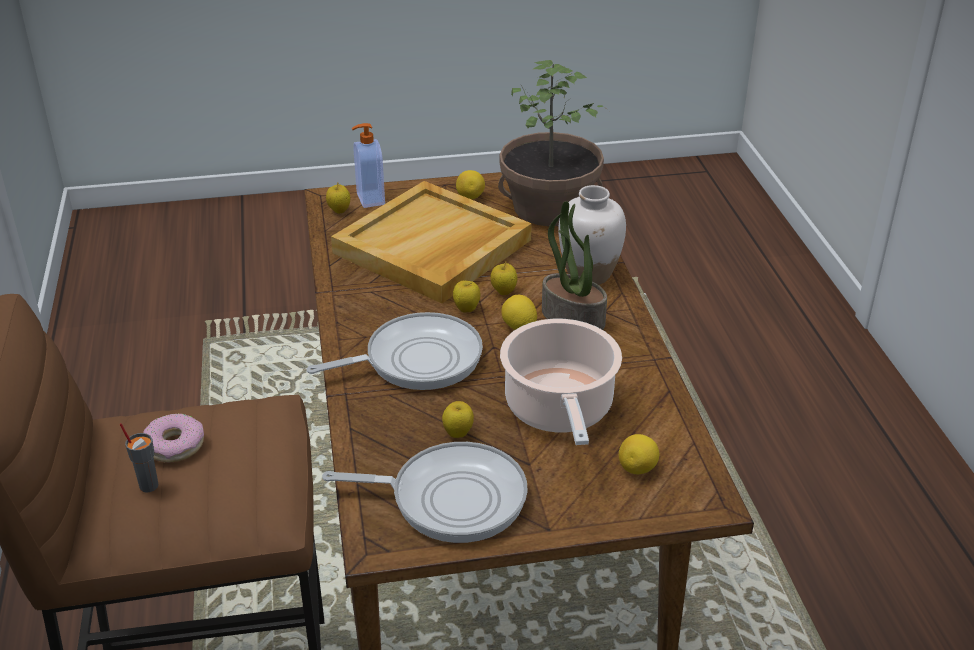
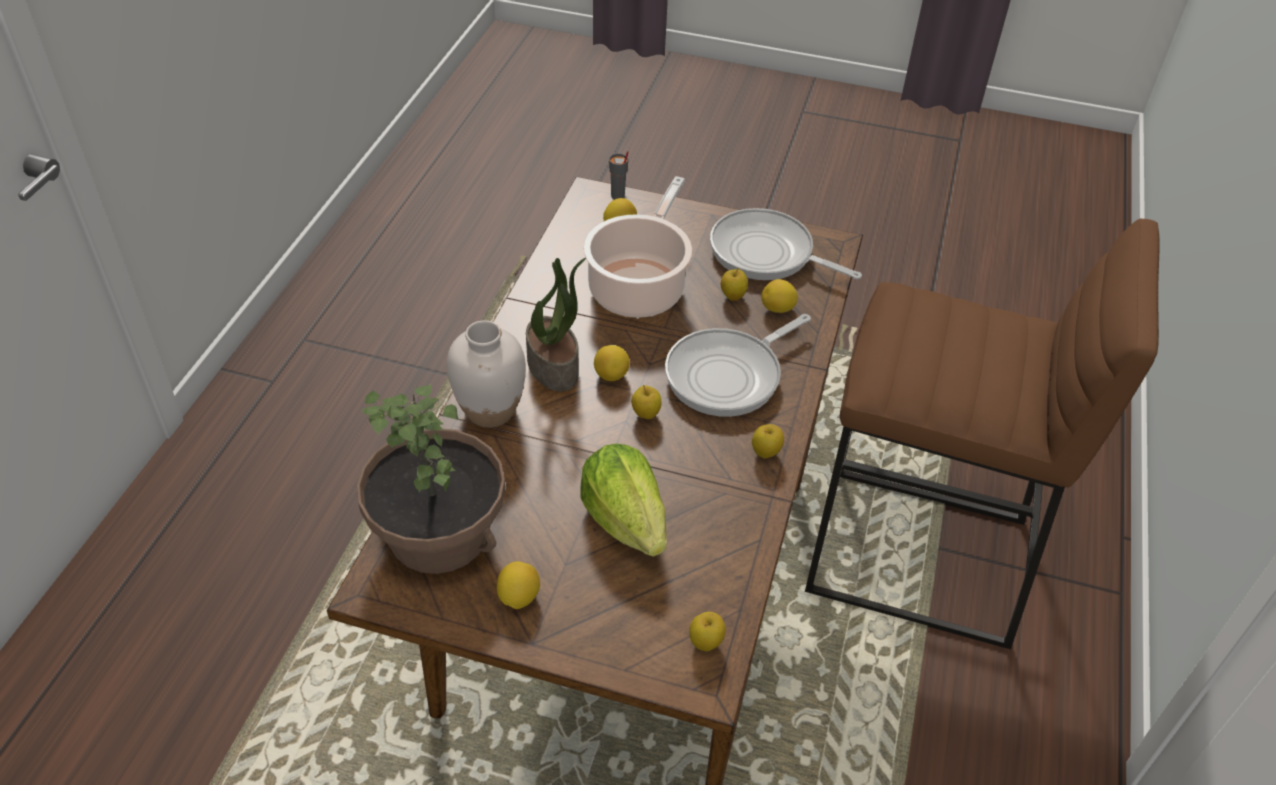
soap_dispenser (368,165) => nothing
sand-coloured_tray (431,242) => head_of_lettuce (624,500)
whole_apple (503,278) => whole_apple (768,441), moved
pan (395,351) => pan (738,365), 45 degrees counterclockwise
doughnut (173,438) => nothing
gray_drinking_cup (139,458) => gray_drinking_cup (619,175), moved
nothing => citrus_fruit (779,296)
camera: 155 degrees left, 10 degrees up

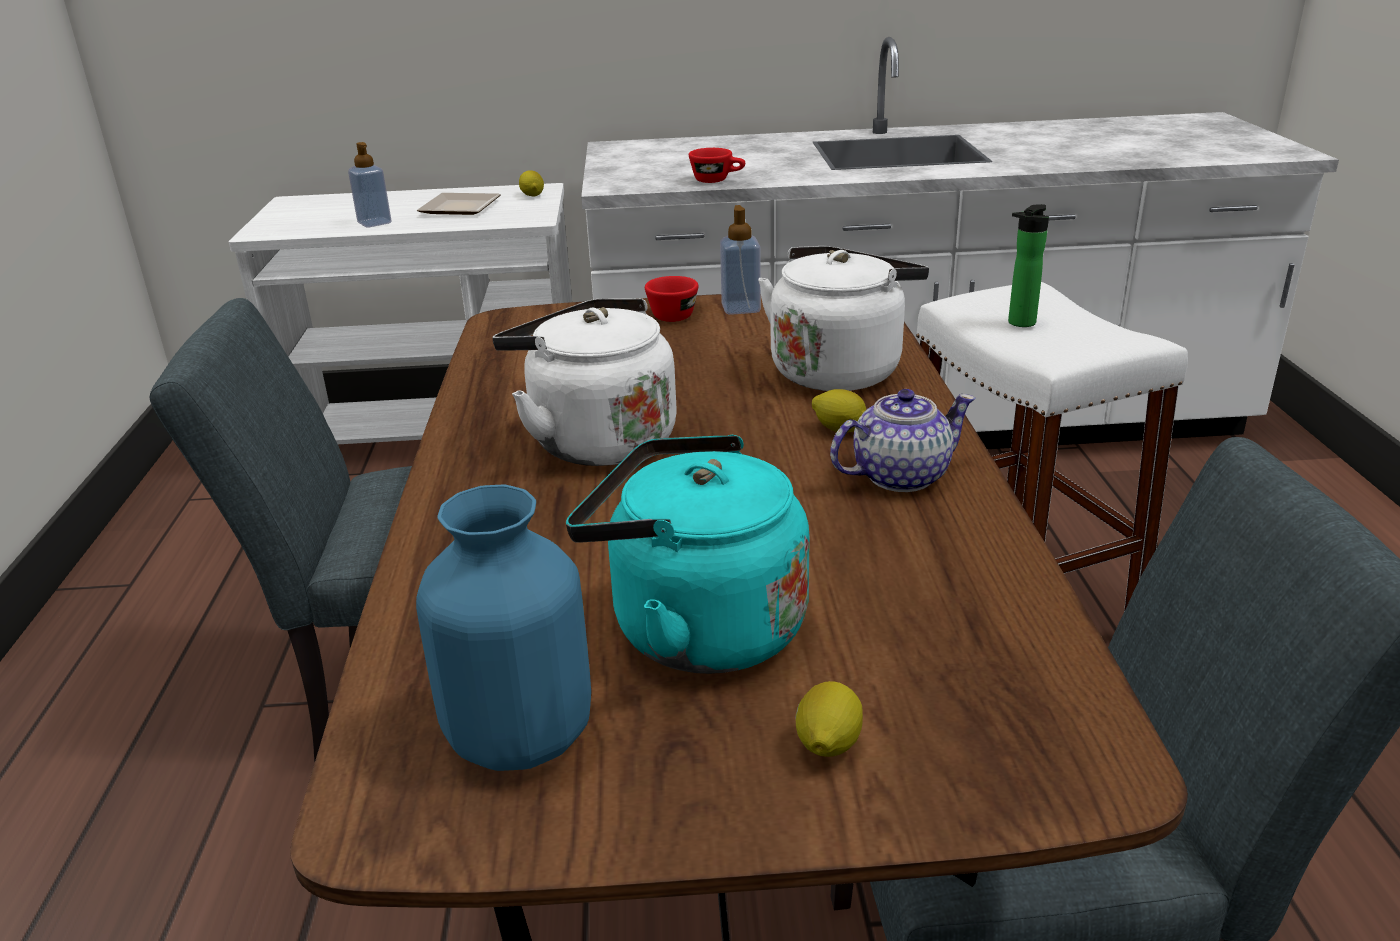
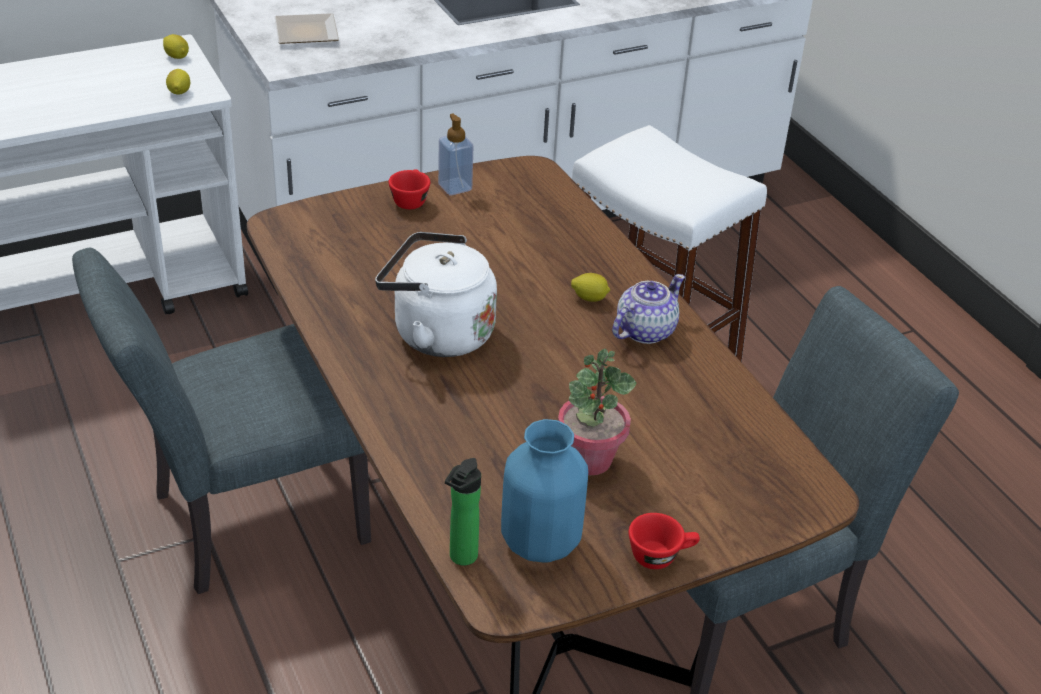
soap_dispenser (370,184) => nothing
red-coloured_drinking_cup (717,165) => red-coloured_drinking_cup (664,541), moved
dinner_plate (459,204) => dinner_plate (307,28), moved
bottle (1028,265) => bottle (463,512), moved
white_tea_kettle (843,318) => nothing
turquoise-coloured_tea_kettle (688,554) => potted_plant (597,411)
citrus_fruit (829,719) => citrus_fruit (178,82), moved
camera: 25 degrees left, 10 degrees up

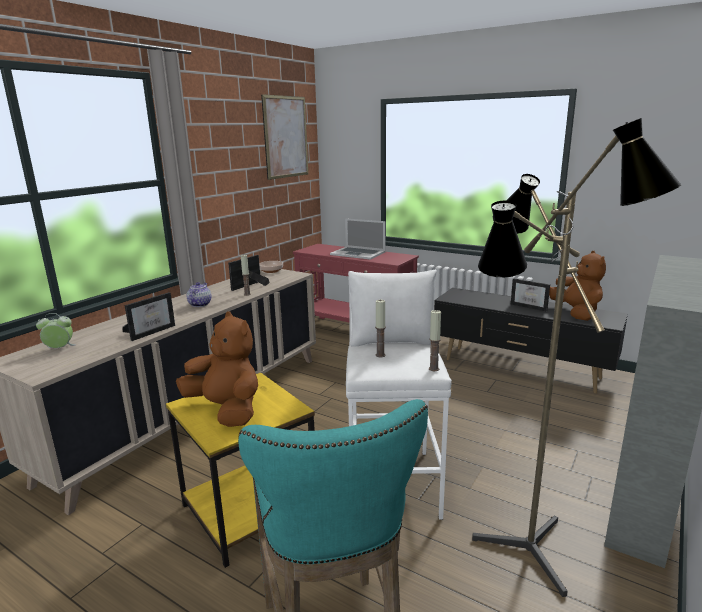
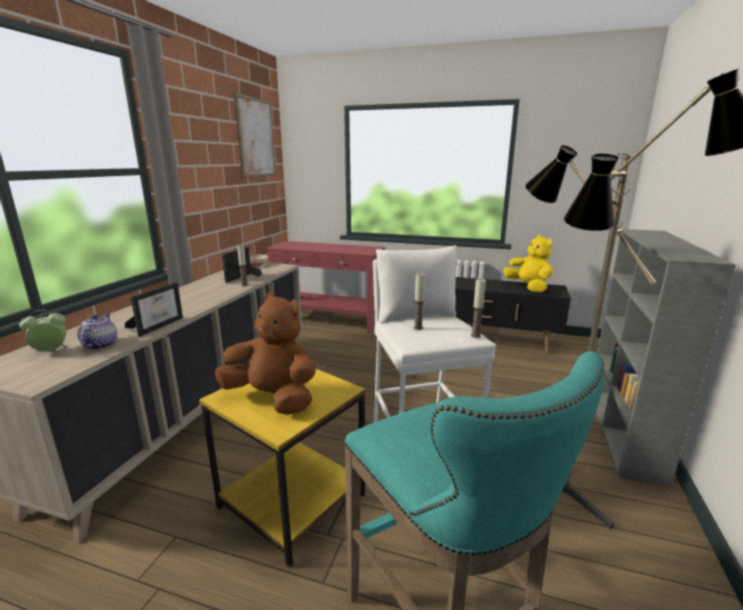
notebook_computer (358,239) => nothing
brown_plush_toy (577,286) => yellowish_plush_toy (528,264)
photo_frame (530,295) => nothing
teapot (199,294) => teapot (97,332), moved
camera: 15 degrees left, 0 degrees up

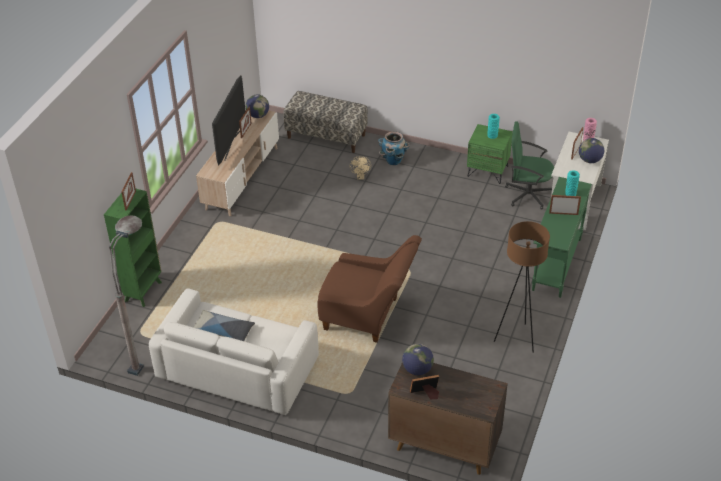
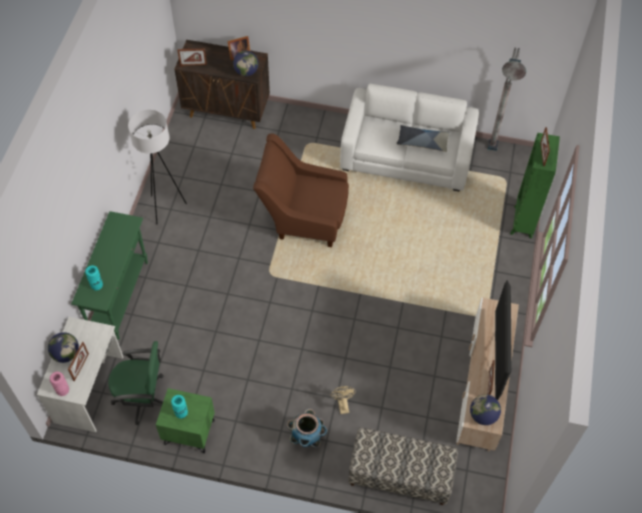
photo_frame (565,205) => photo_frame (192,57), moved
brown_standard_lamp (522,287) => white_standard_lamp (157,167)
camera: 170 degrees right, 15 degrees up

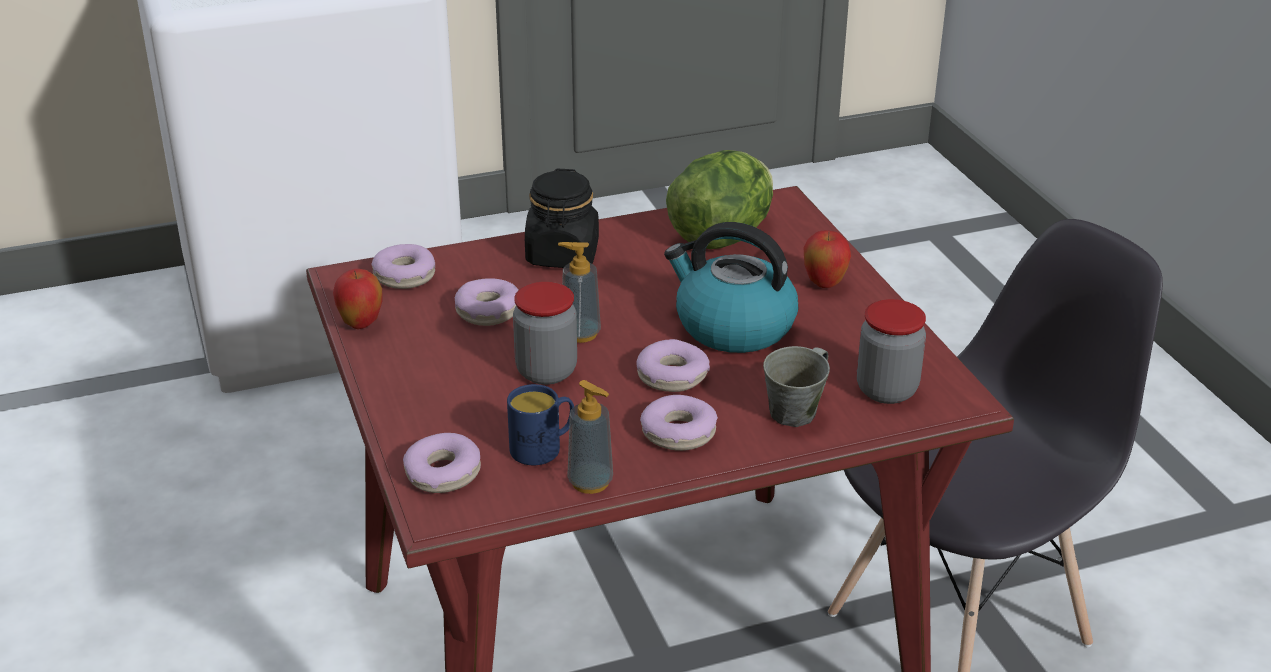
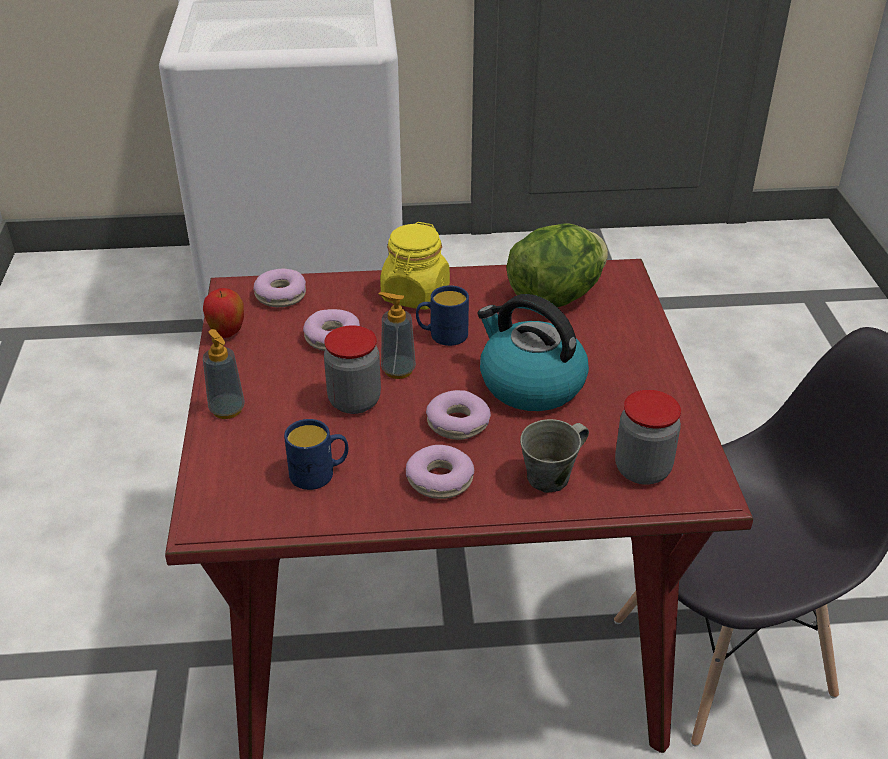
black-coloured_preserve_jar (562,218) => yellowish_preserve_jar (415,266)
whole_apple (827,259) => nothing
soap_dispenser (590,437) => soap_dispenser (224,374), moved
doughnut (442,463) => nothing
nothing => blue-coloured_tea_mug (442,315)
camera: 15 degrees right, 5 degrees up

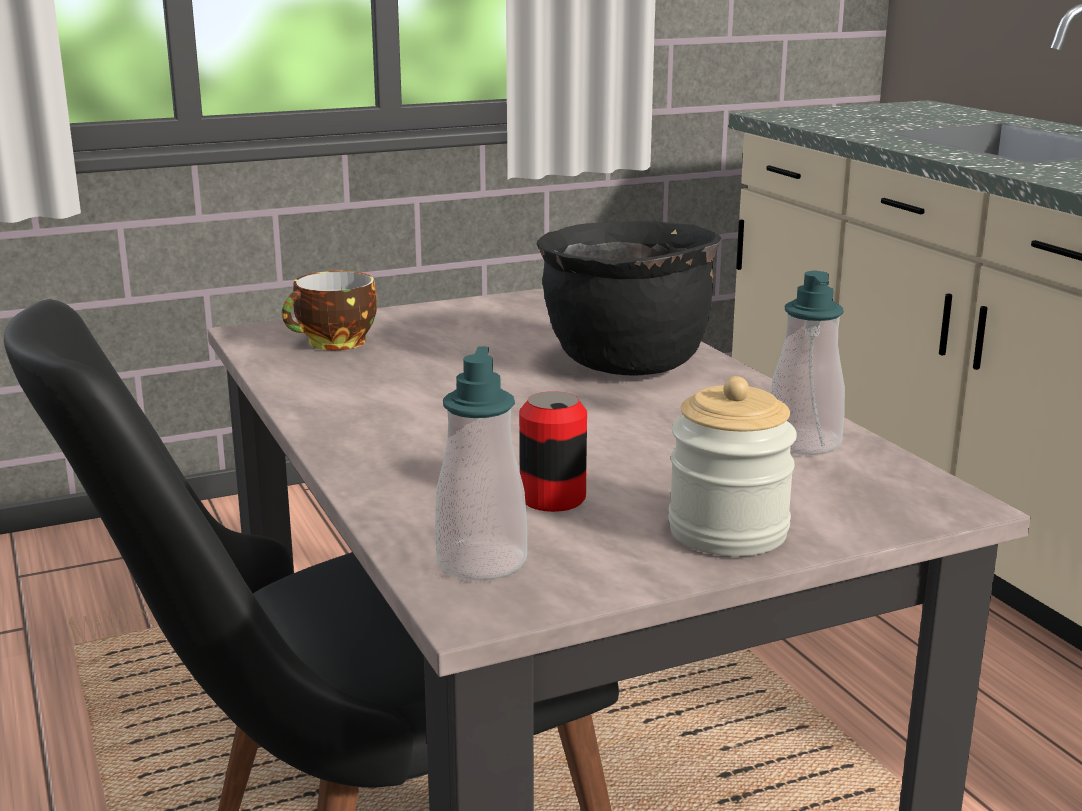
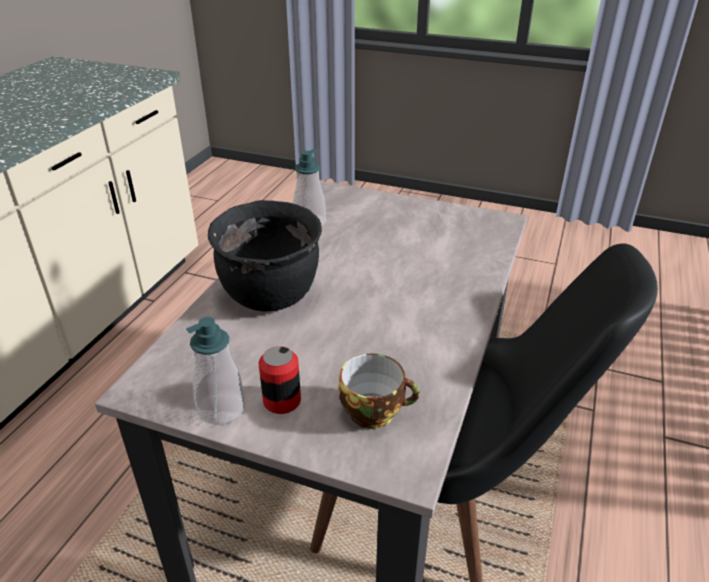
soap_dispenser (481,463) => soap_dispenser (215,371), moved
preserve_jar (732,466) => nothing
metal_can (553,451) => metal_can (280,380), moved
camera: 135 degrees left, 15 degrees up

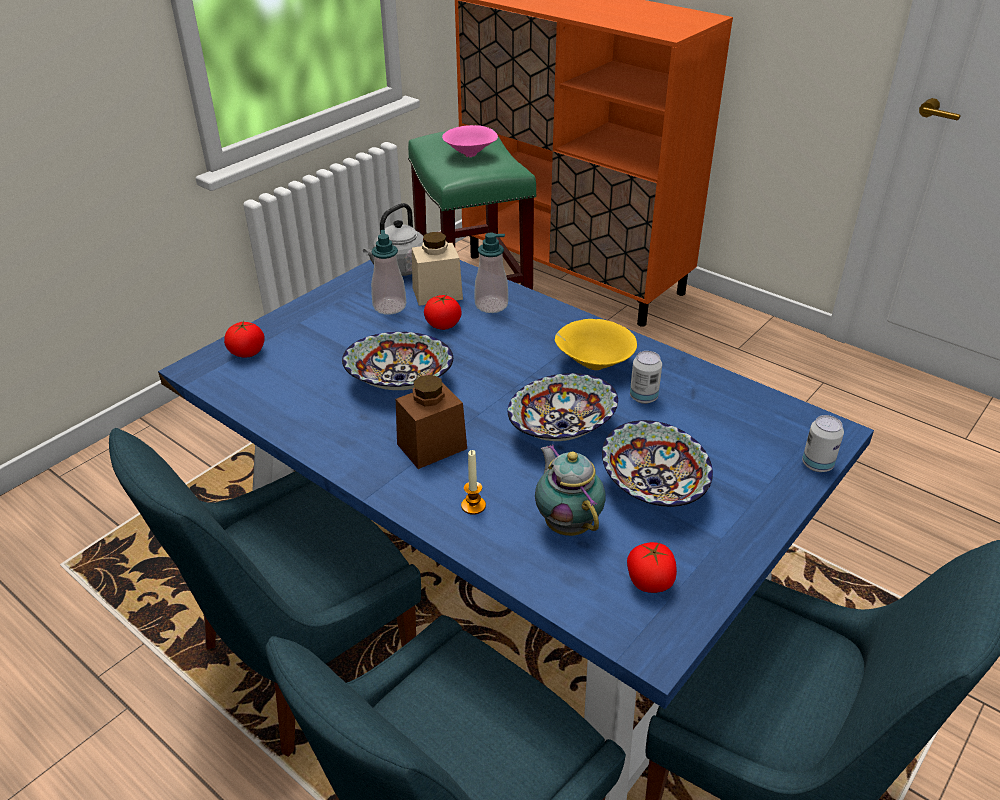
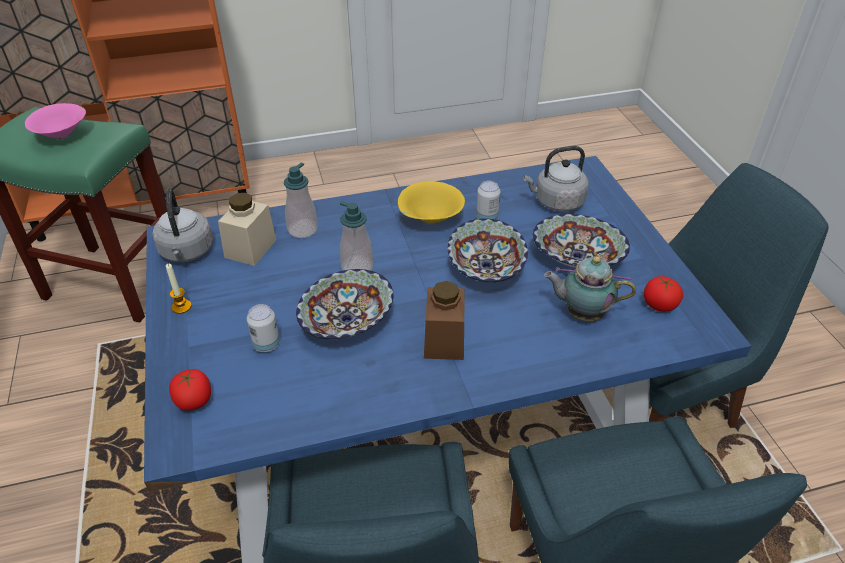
soap_dispenser (388,272) => soap_dispenser (357,236), moved
tomato (443,312) => nothing
metal_can (823,443) => metal_can (263,328), moved
wax_light (473,482) => wax_light (179,289), moved
nothing => gray_tea_kettle (556,179)
camera: 55 degrees left, 5 degrees up

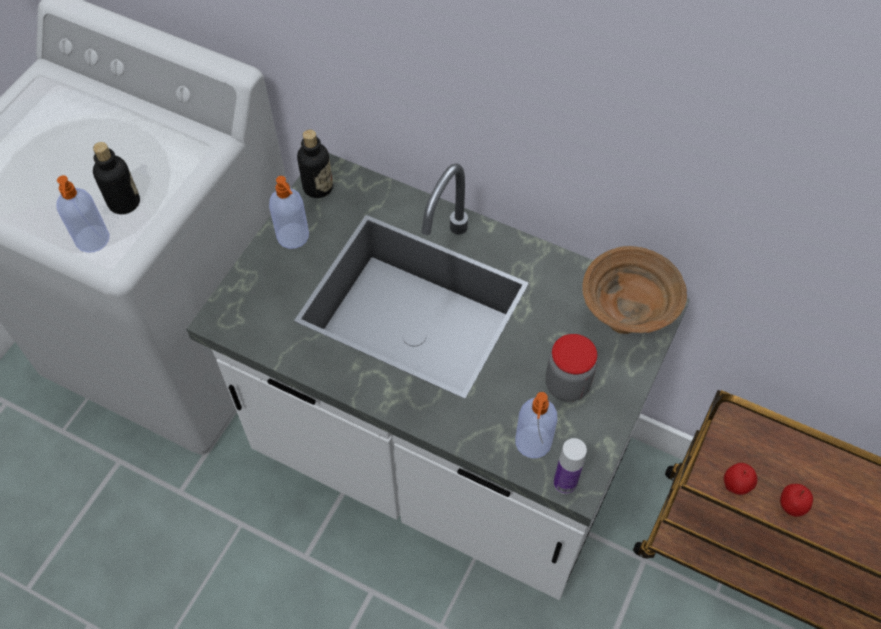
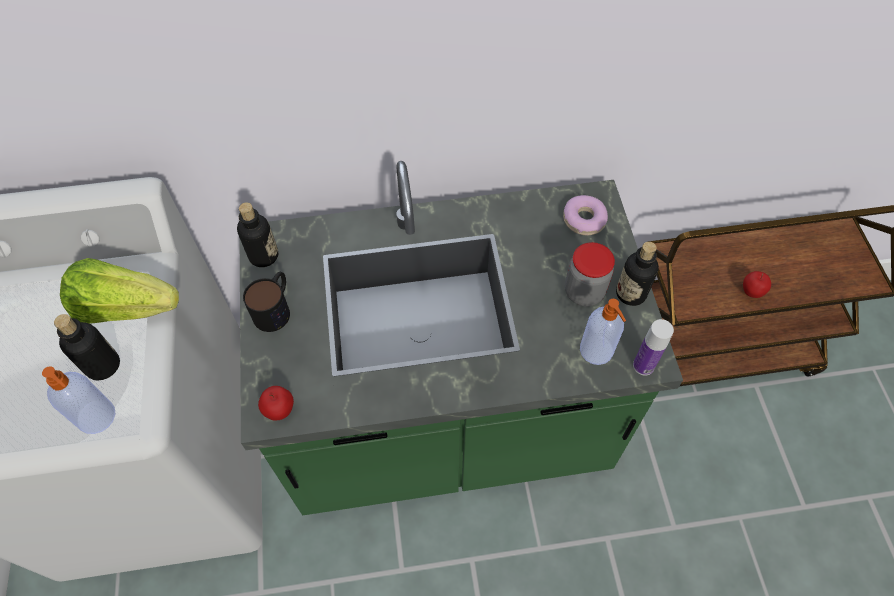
white_kitchen_base_unit (438,376) => green-coloured_kitchen_base_unit (461,338)
soap_dispenser (289,212) => tea_mug (266,302)
brown_deep_dish (634,290) => doughnut (585,215)
whole_apple (740,479) => whole_apple (276,403), moved
nothing => bottle (637,274)
nothing => head_of_lettuce (119,291)
camera: 35 degrees left, 0 degrees up

